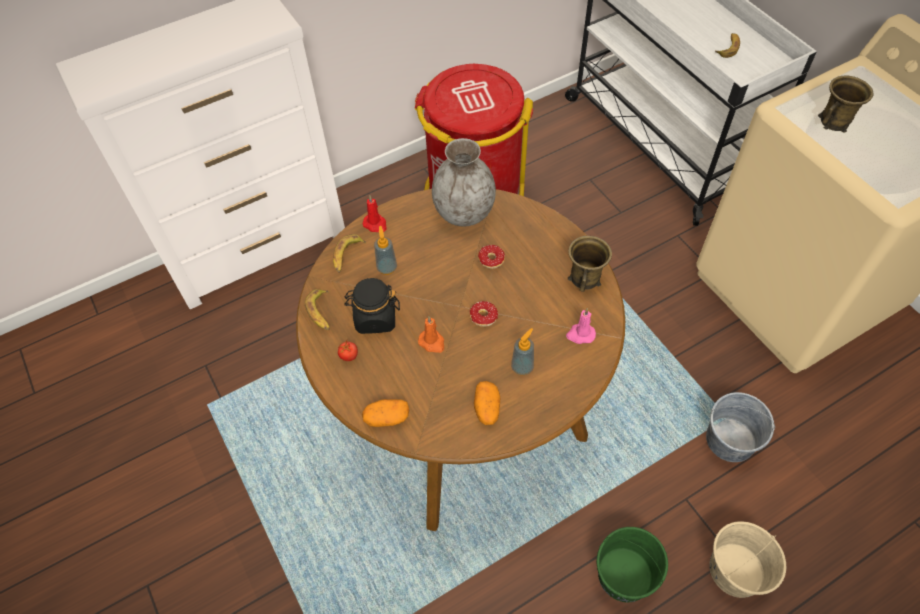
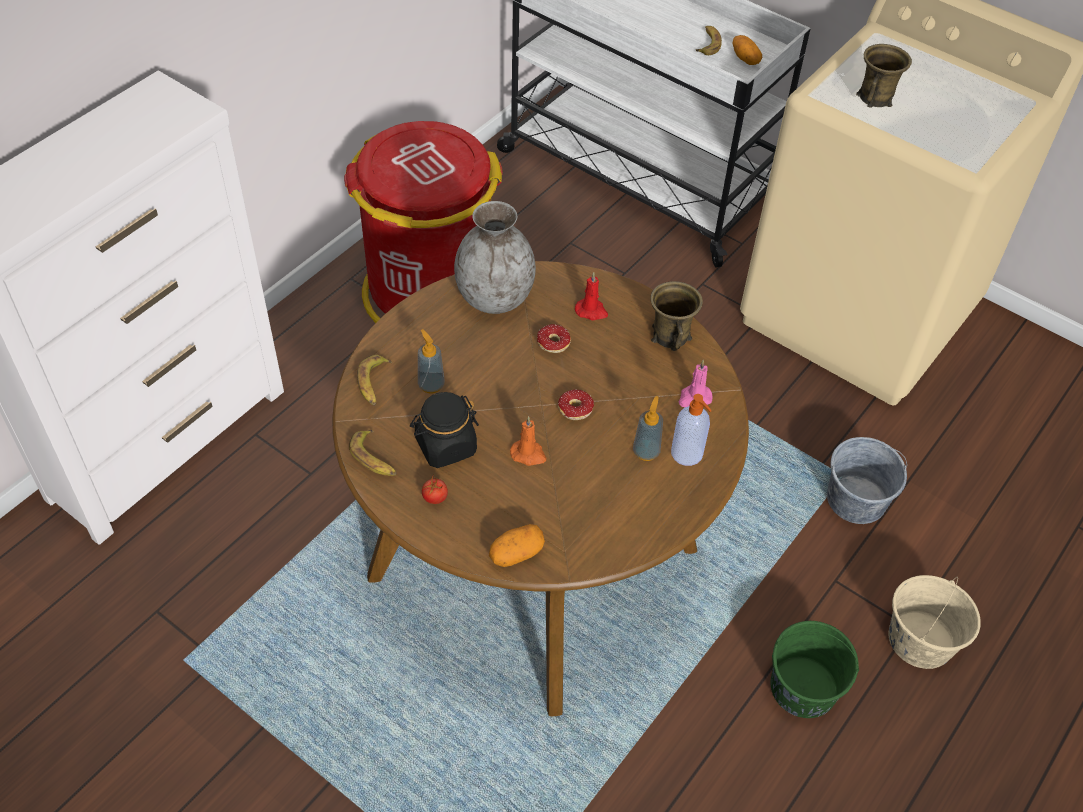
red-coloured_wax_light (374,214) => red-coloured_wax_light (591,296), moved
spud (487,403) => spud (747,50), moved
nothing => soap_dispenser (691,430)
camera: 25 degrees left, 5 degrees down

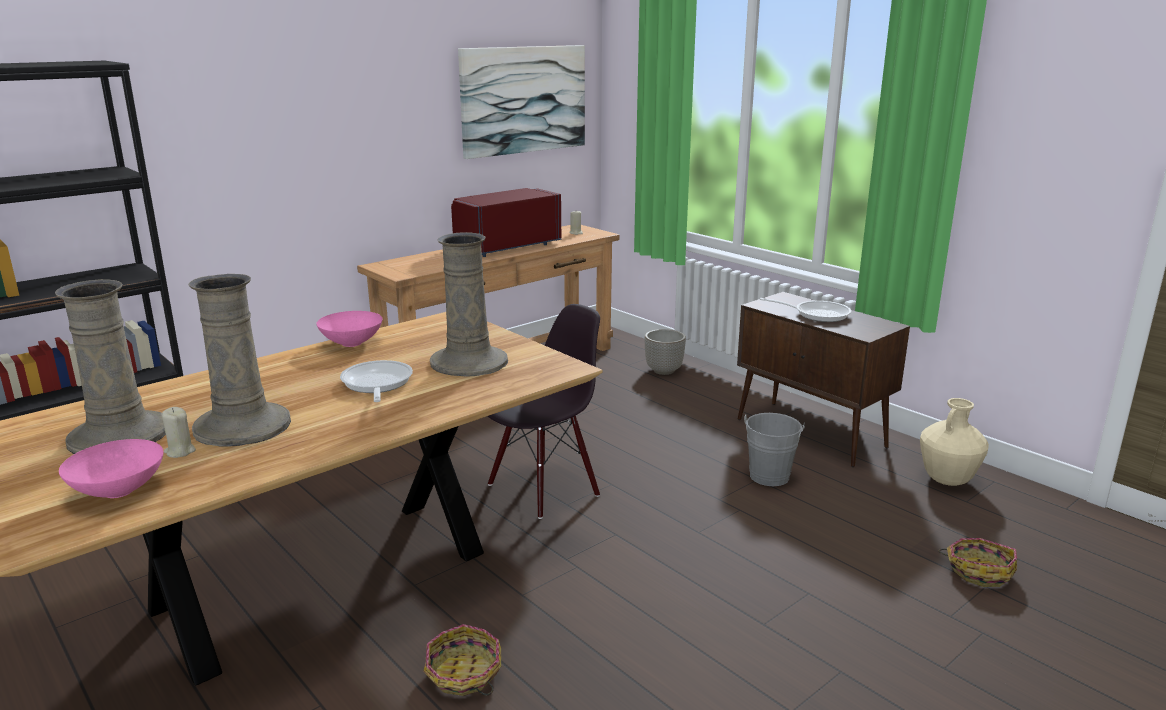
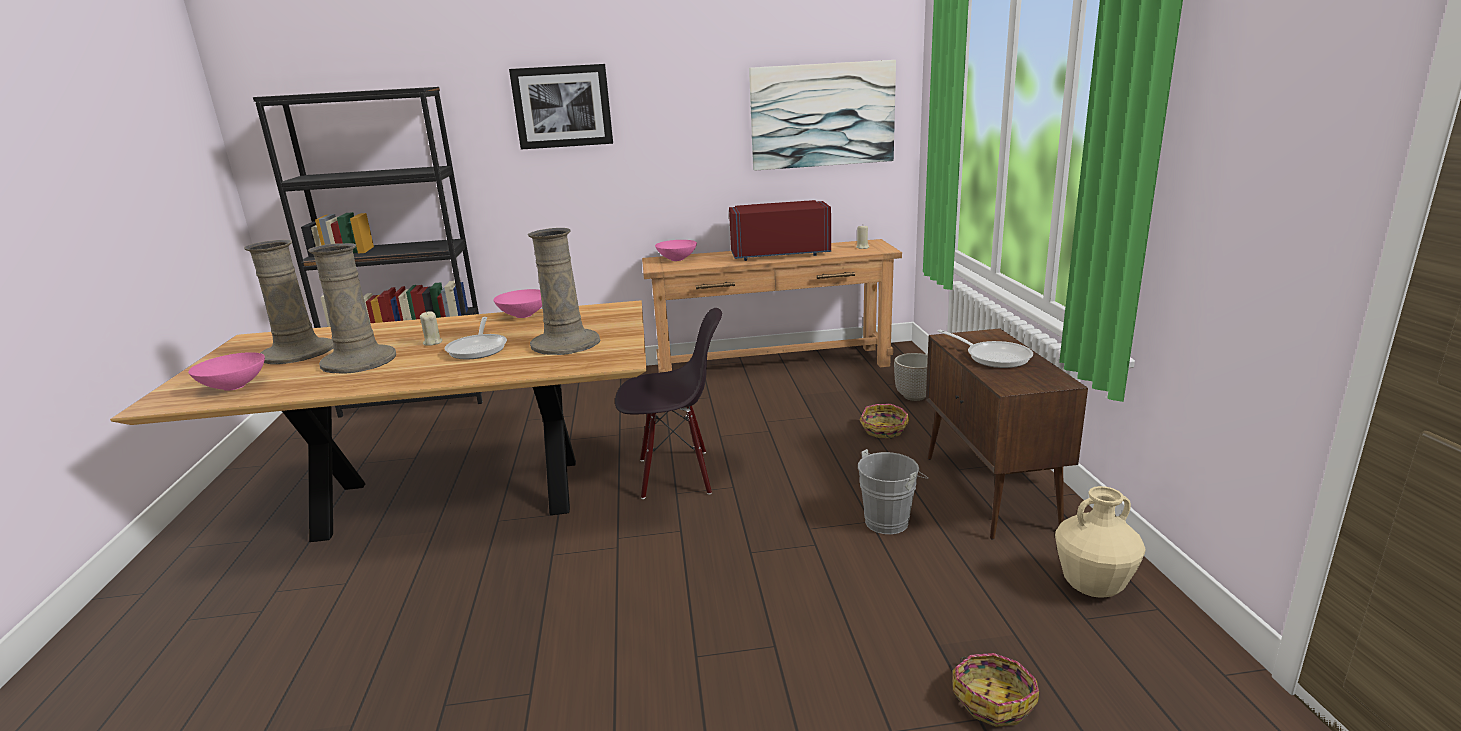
pan (376,381) => pan (476,338), 150 degrees clockwise
sand-coloured_wax_light (178,432) => sand-coloured_wax_light (431,328), moved
storage_basket (462,660) => storage_basket (884,421), moved
nothing => wall_picture (561,107)
nothing => pinkish_deep_dish (676,250)
camera: 35 degrees right, 0 degrees up

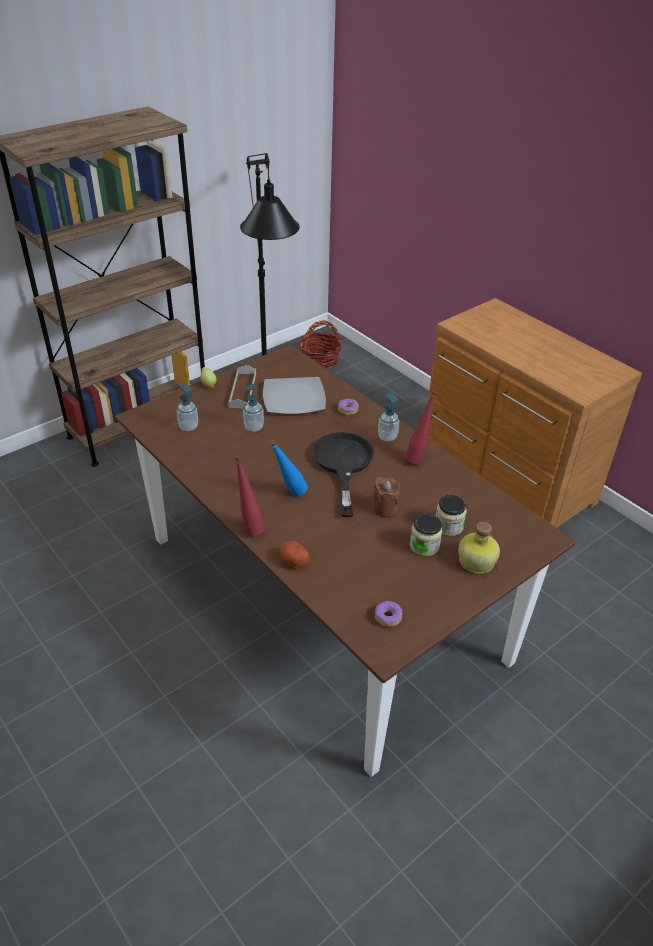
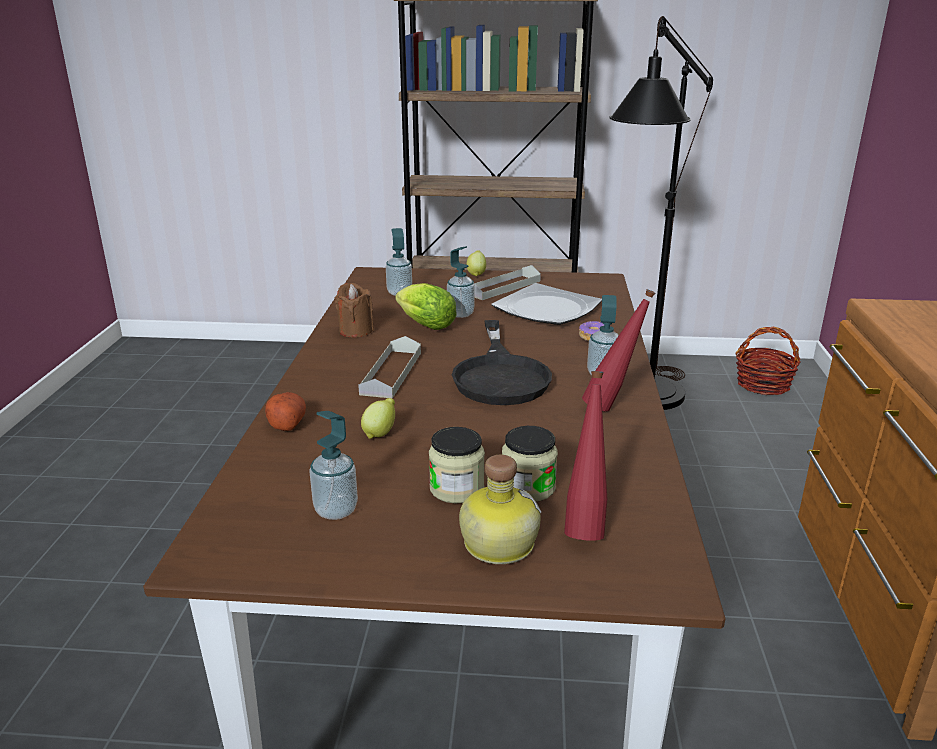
black-coloured_pan (343,474) => black-coloured_pan (502,362), 135 degrees clockwise
blue-coloured_bottle (289,468) => gray_tray (389,367)
red-coloured_bottle (250,496) => red-coloured_bottle (585,456), moved
brown_wax_light (386,497) => brown_wax_light (354,310), moved
doughnut (389,614) => nothing
nothing => head_of_lettuce (426,306)
nothing => citrus_fruit (378,418)
nothing => soap_dispenser (333,465)
camera: 45 degrees right, 15 degrees down

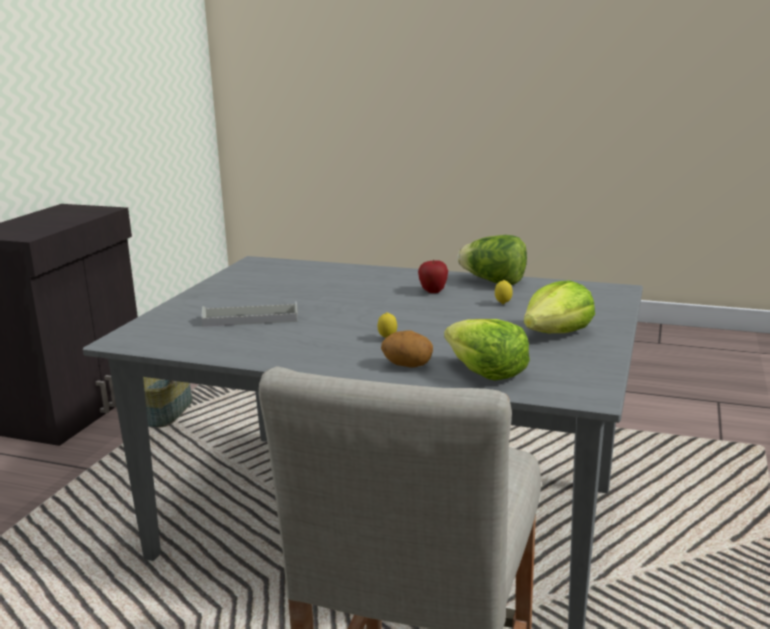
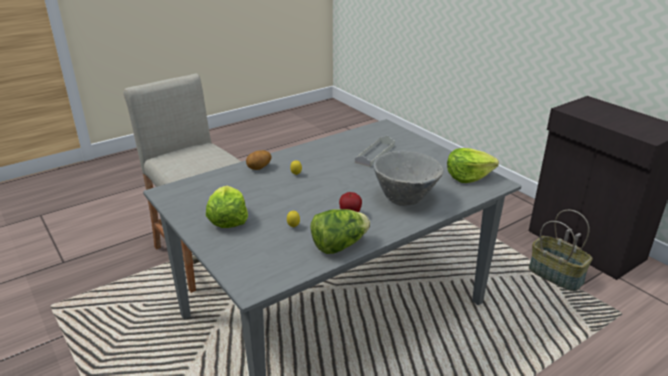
head_of_lettuce (487,350) => head_of_lettuce (473,165), moved
nothing => gray_deep_dish (408,178)
camera: 125 degrees right, 10 degrees up

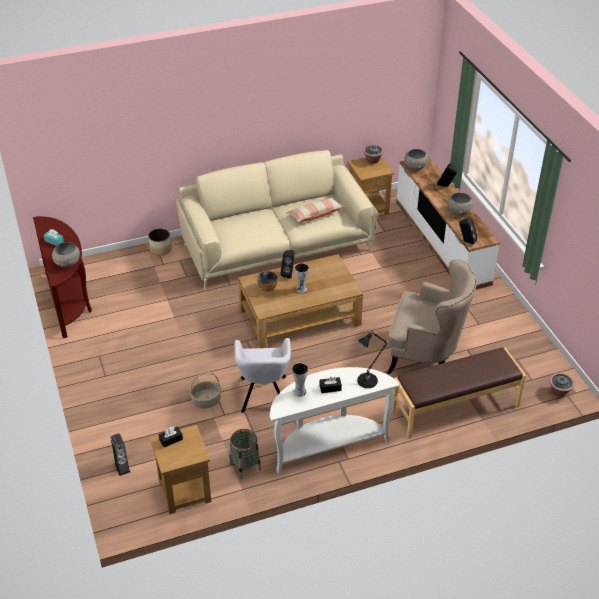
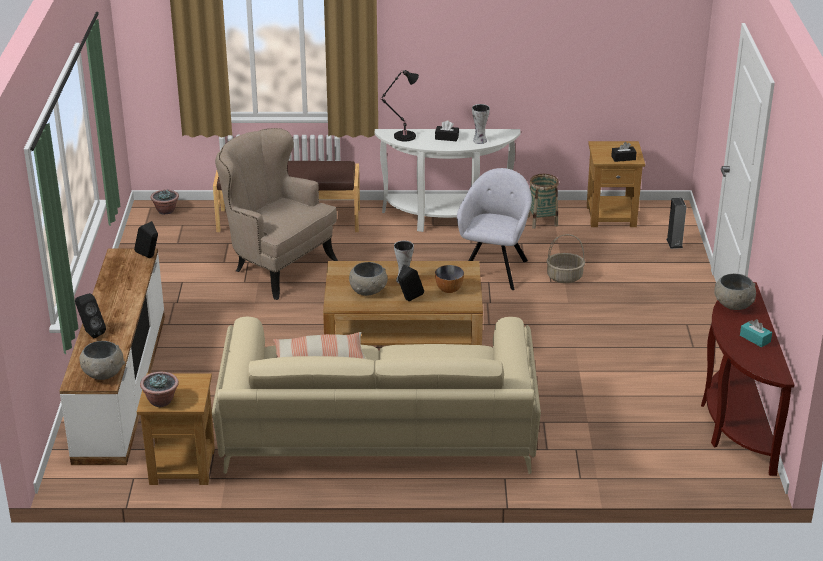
gray_deep_dish (460,204) => gray_deep_dish (368,279), moved
planter (160,242) => nothing
camera: 160 degrees left, 10 degrees down

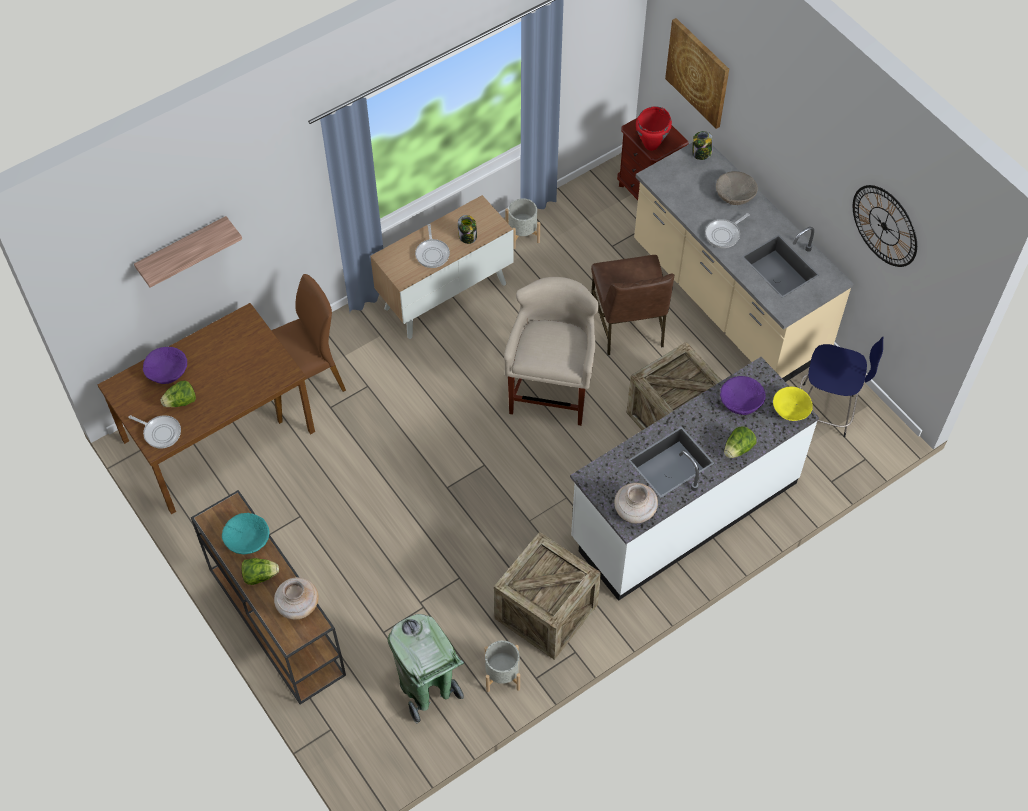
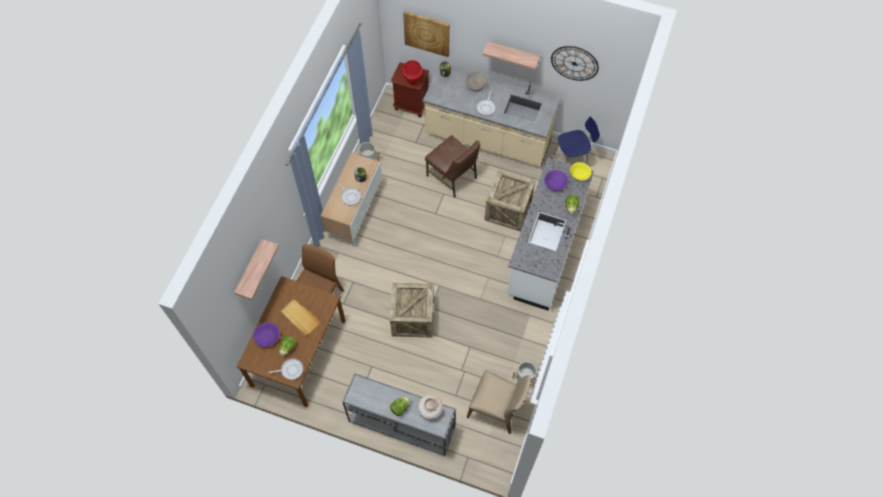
sand-coloured_sitting_stool (551,351) => nothing
sand-coloured_flower_vase (636,503) => nothing
brown_hall_table (268,597) => gray_hall_table (399,415)
turquoise-coloured_deep_dish (246,533) => nothing
crate (547,596) => crate (412,310), moved
green-coloured_waste_bin (426,669) => sand-coloured_plain_chair (499,402)
nothing => bracket_shelf (511,55)
nothing => sand-coloured_tray (300,317)
camera: 35 degrees left, 5 degrees up

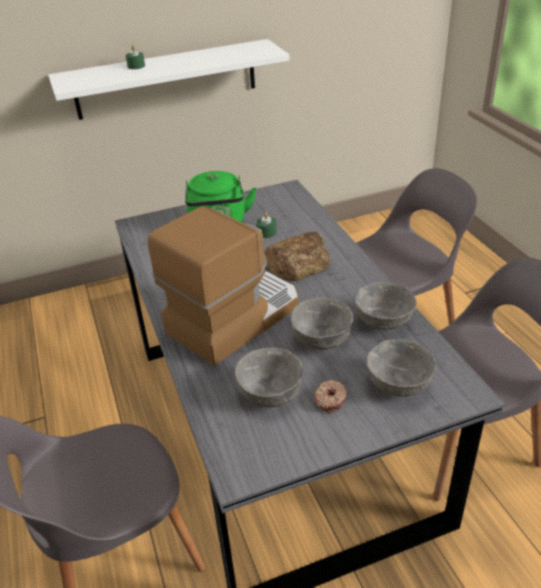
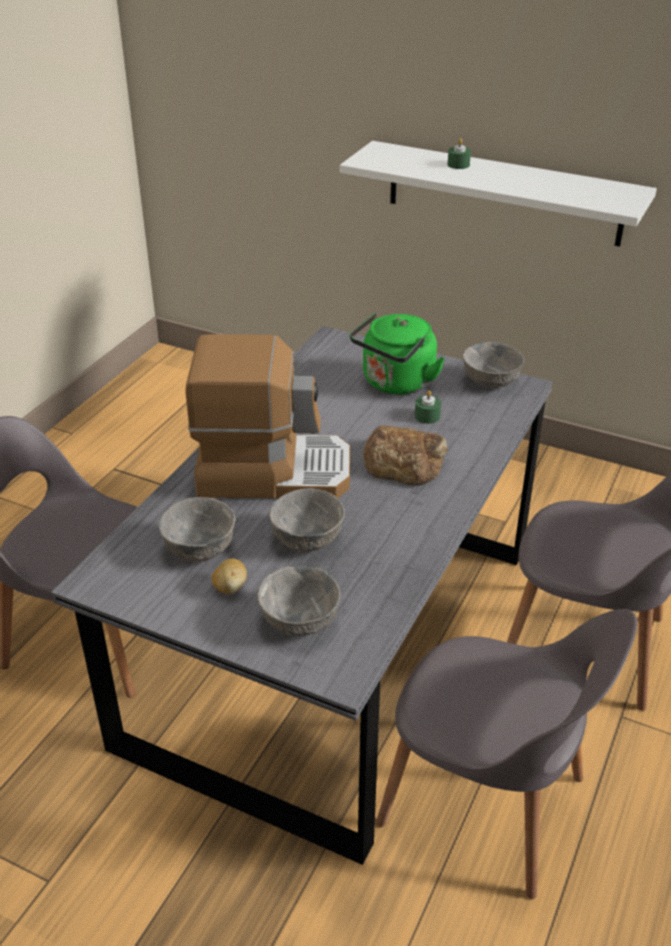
gray_deep_dish (386,306) => gray_deep_dish (493,365), moved
doughnut (330,396) => spud (229,576)
camera: 45 degrees right, 0 degrees up

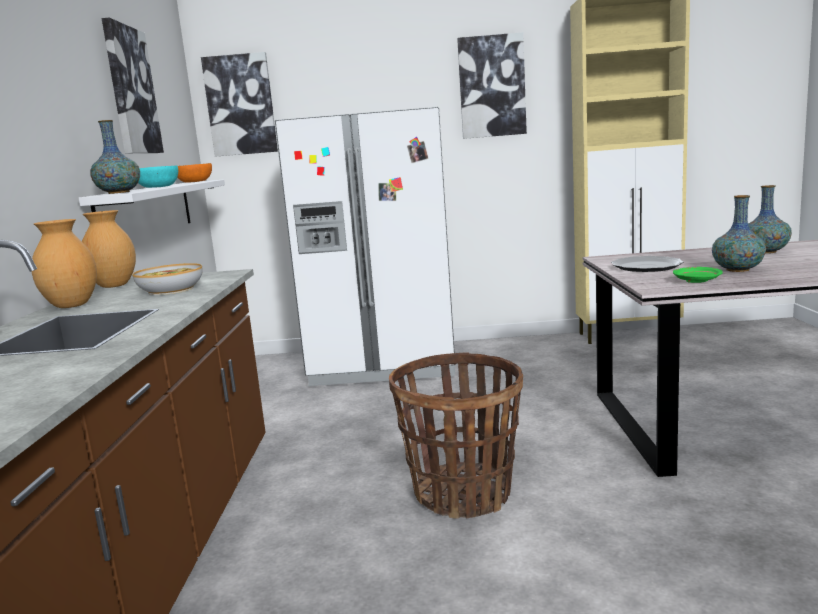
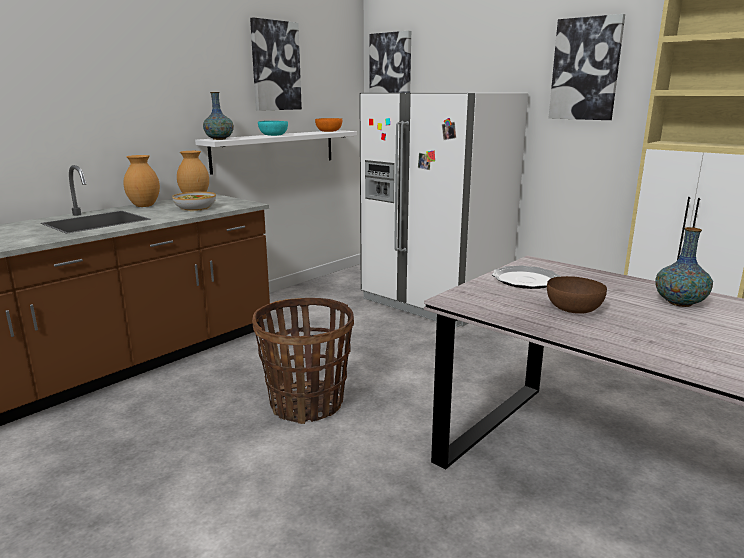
flower_vase (739,233) => brown_deep_dish (577,295)
green-coloured_dinner_plate (698,275) => nothing
camera: 40 degrees right, 5 degrees up

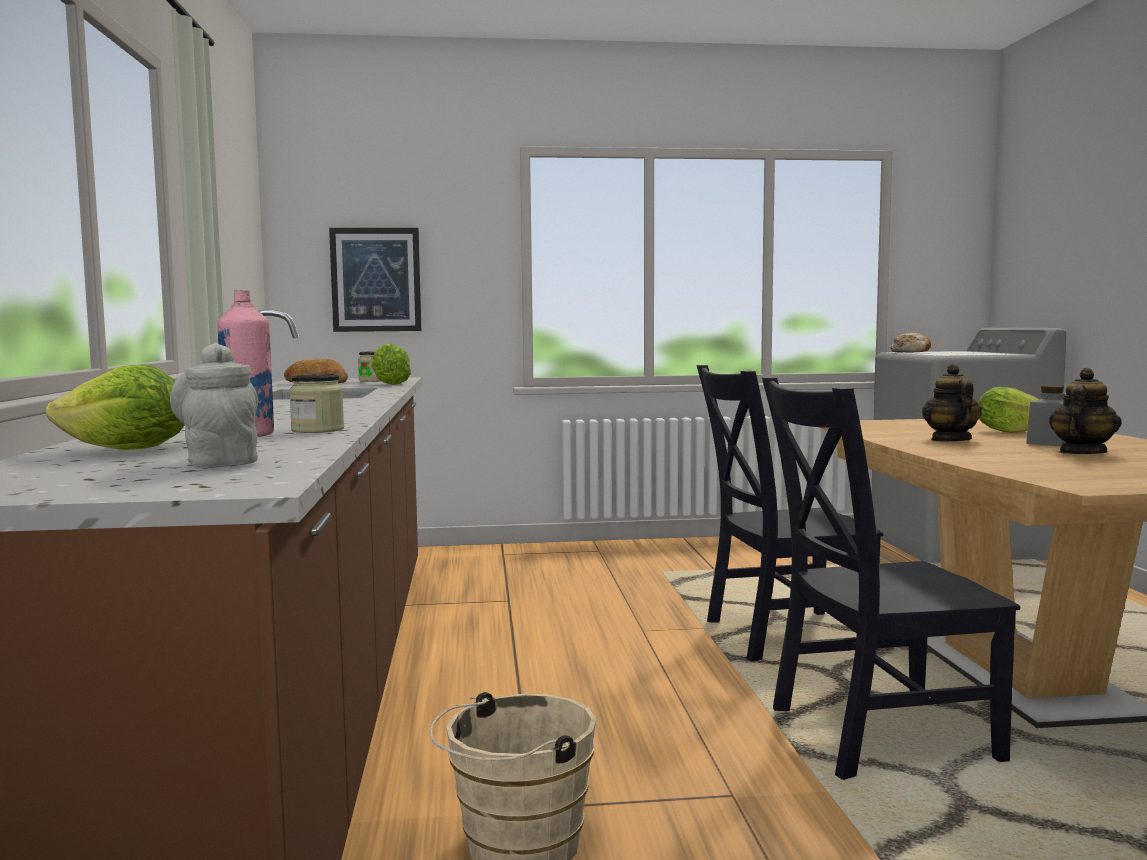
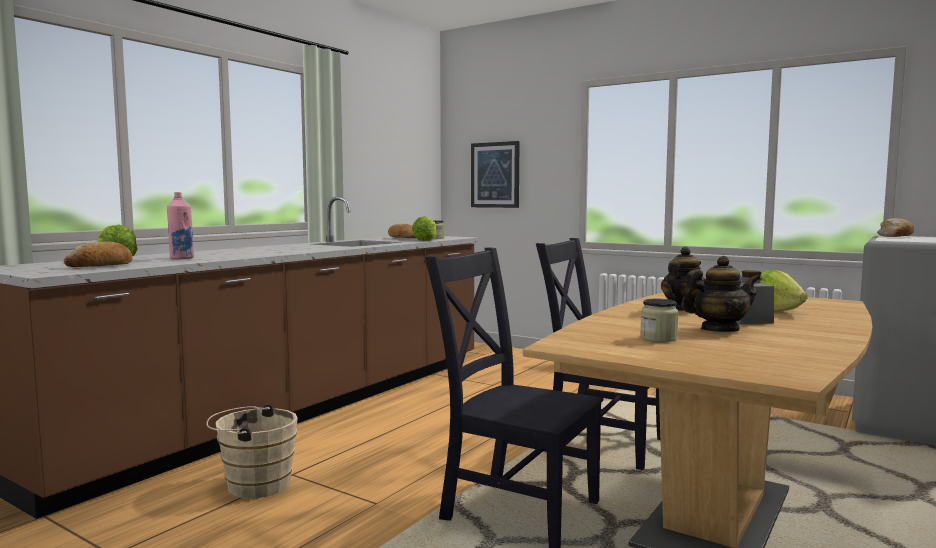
gray_teapot (214,405) => bread (98,254)
preserve_jar (316,403) => preserve_jar (659,320), moved
camera: 40 degrees right, 0 degrees up

